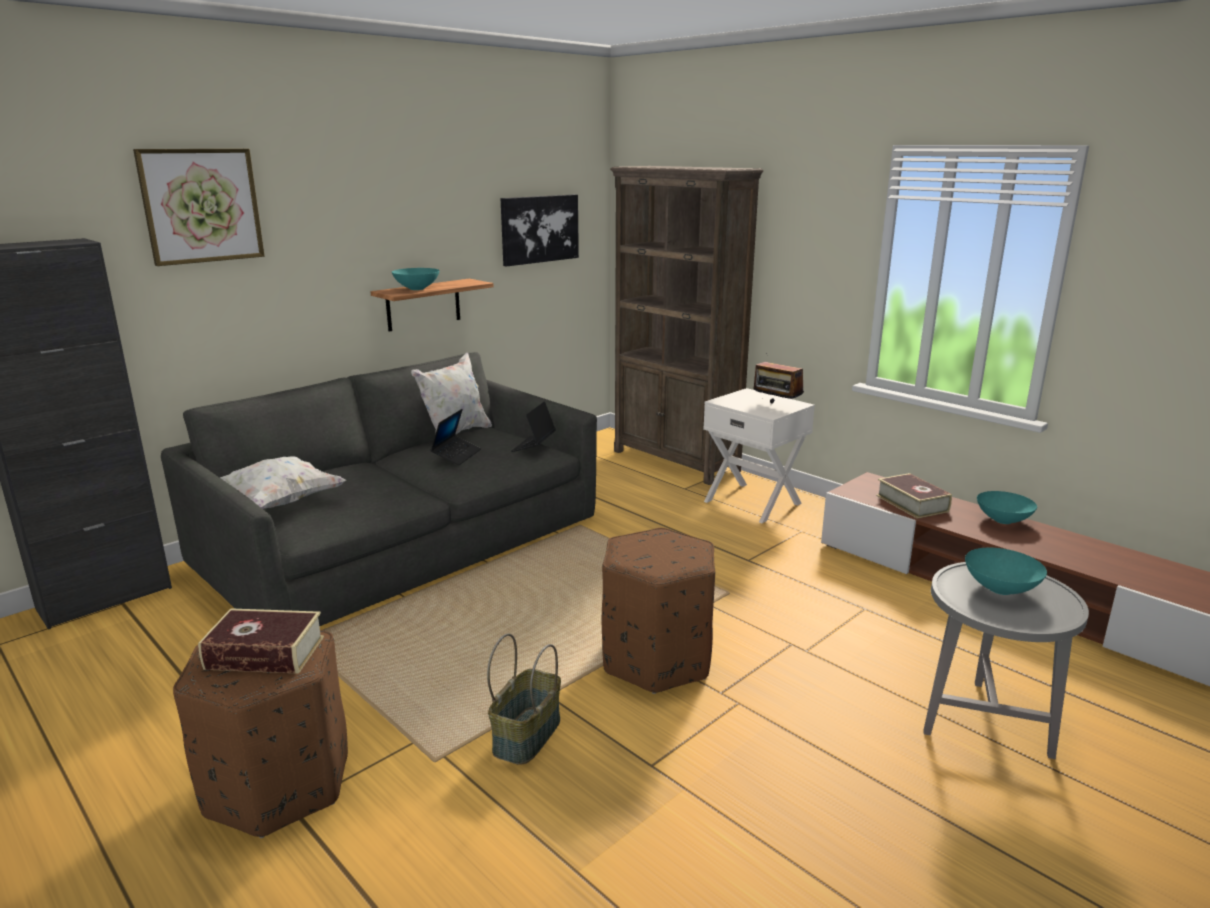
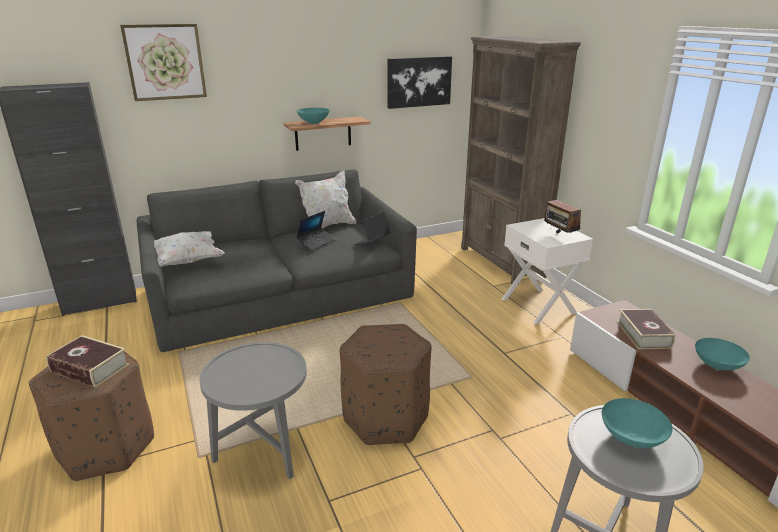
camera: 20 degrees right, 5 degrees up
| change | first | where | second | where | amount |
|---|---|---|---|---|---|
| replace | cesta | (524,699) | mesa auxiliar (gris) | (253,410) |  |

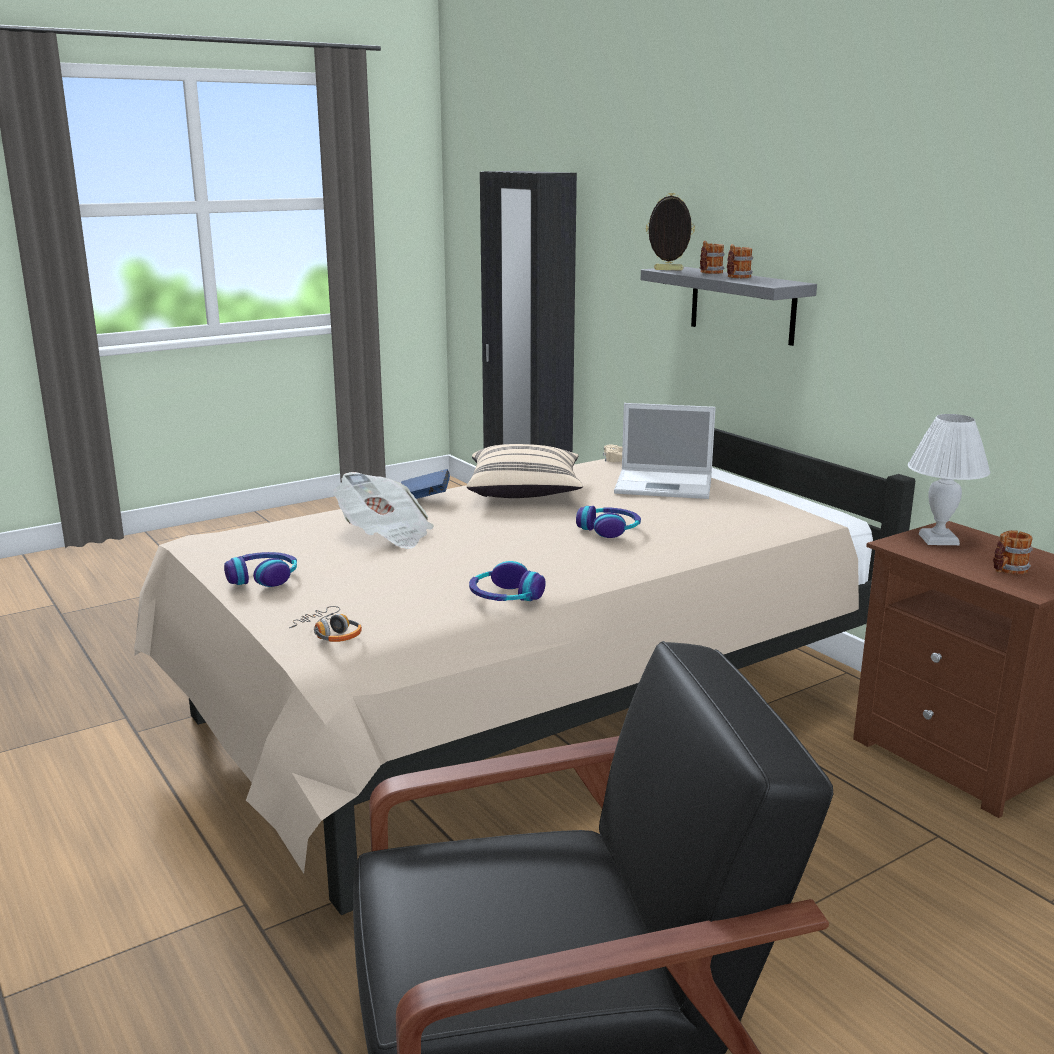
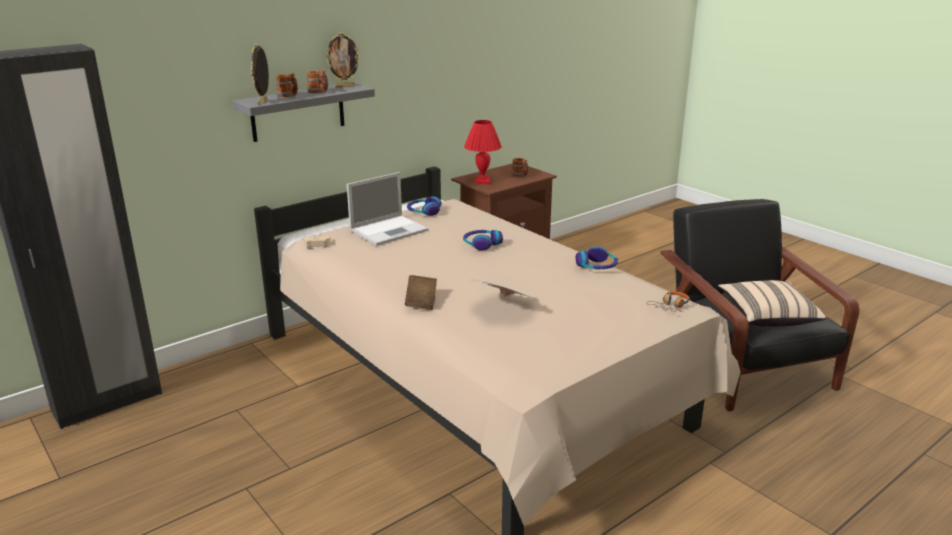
camera: 95 degrees left, 5 degrees up
| change | first | where | second | where | amount |
|---|---|---|---|---|---|
| move | auriculares | (260,569) |  | (424,206) |  |
| recolor | libro (azul) | (425,484) | libro (marrón) | (421,292) |  |
| move | cojín (beis) | (525,471) |  | (772,303) |  |
| rotate | portátil | (665,451) |  | (387,209) | 45 degrees clockwise |
| recolor | lámpara de mesa (blanco) | (949,479) | lámpara de mesa (rojo) | (483,152) |  |
| insert |  |  | portarretratos | (343,59) |  |

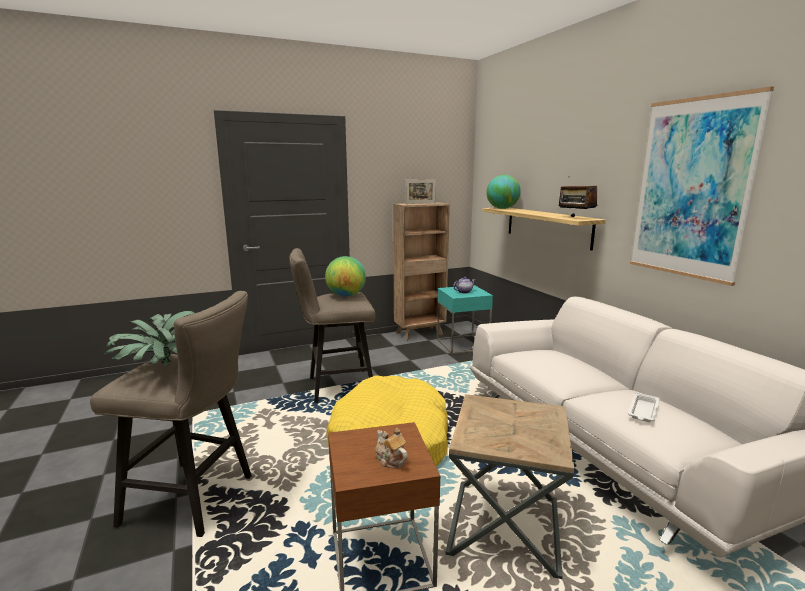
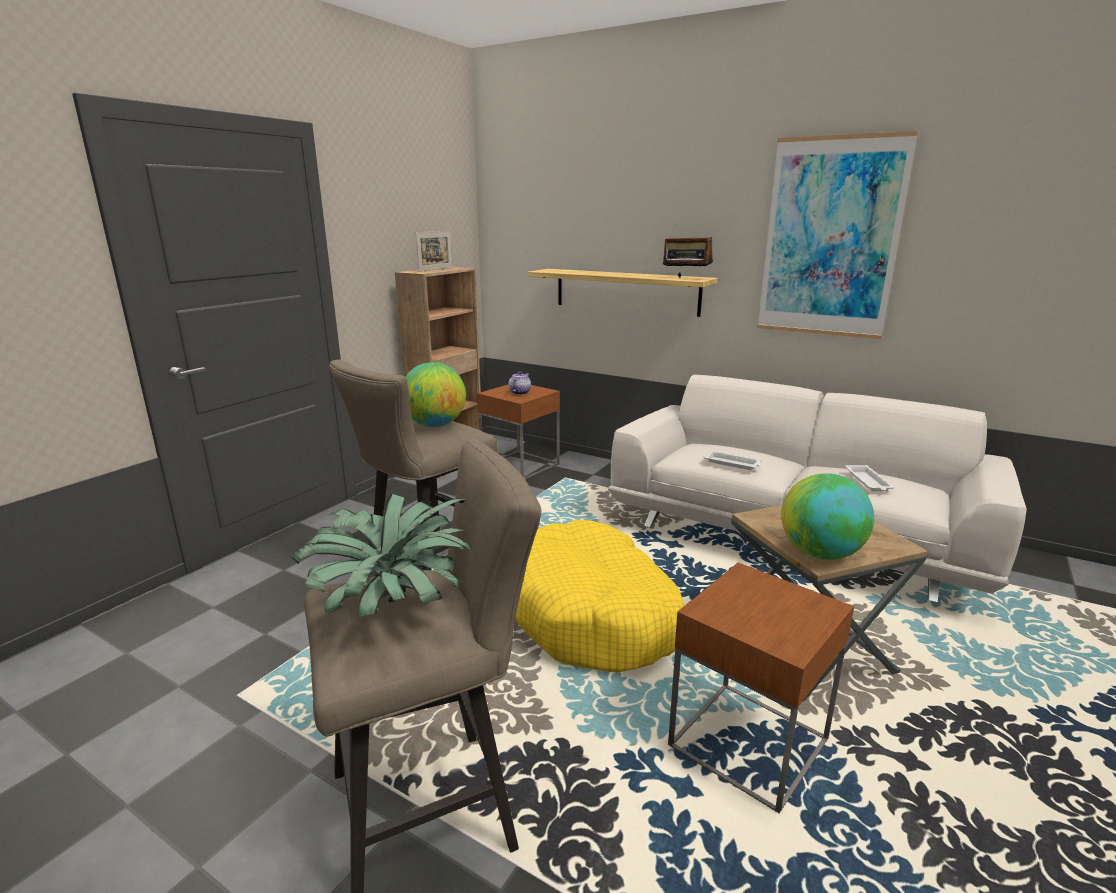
camera: 35 degrees left, 5 degrees up
| change | first | where | second | where | amount |
|---|---|---|---|---|---|
| delete | tetera | (391,448) |  |  |  |
| recolor | mesa auxiliar (turquesa) | (465,319) | mesa auxiliar (marrón) | (518,432) |  |
| move | globo terráqueo | (503,192) |  | (827,516) |  |
| insert |  |  | bandeja (blanco) | (732,460) |  |

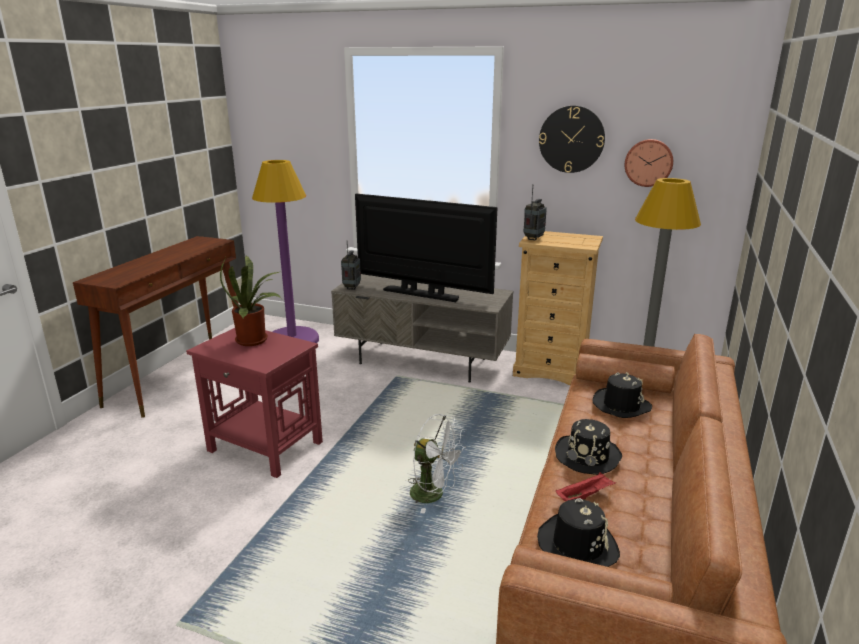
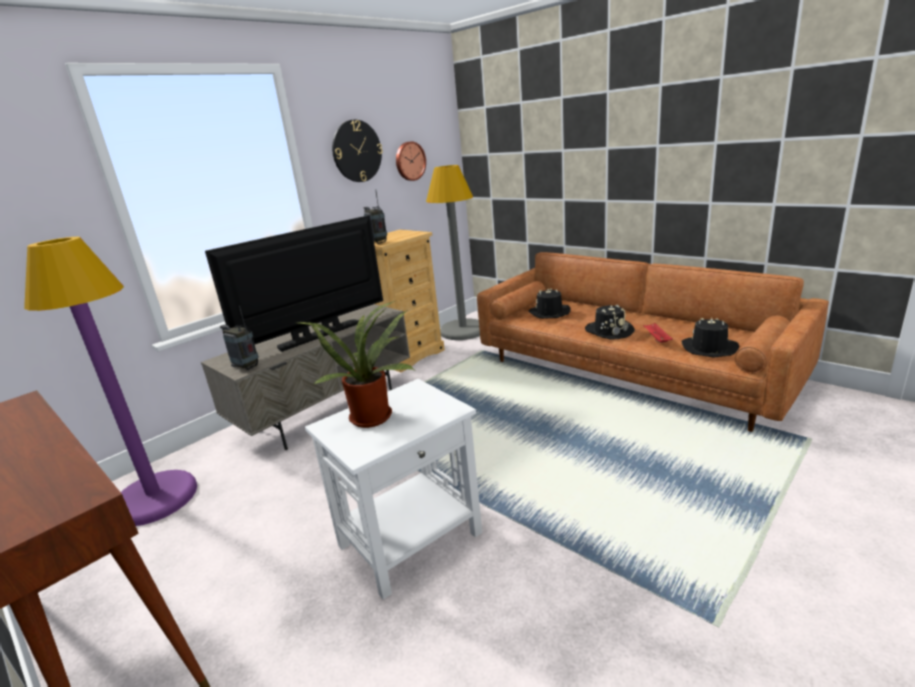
camera: 65 degrees left, 0 degrees up
| change | first | where | second | where | amount |
|---|---|---|---|---|---|
| recolor | mesa auxiliar (rojo) | (254,403) | mesa auxiliar (blanco) | (393,489) |  |
| delete | ventilador (blanco) | (437,464) |  |  |  |

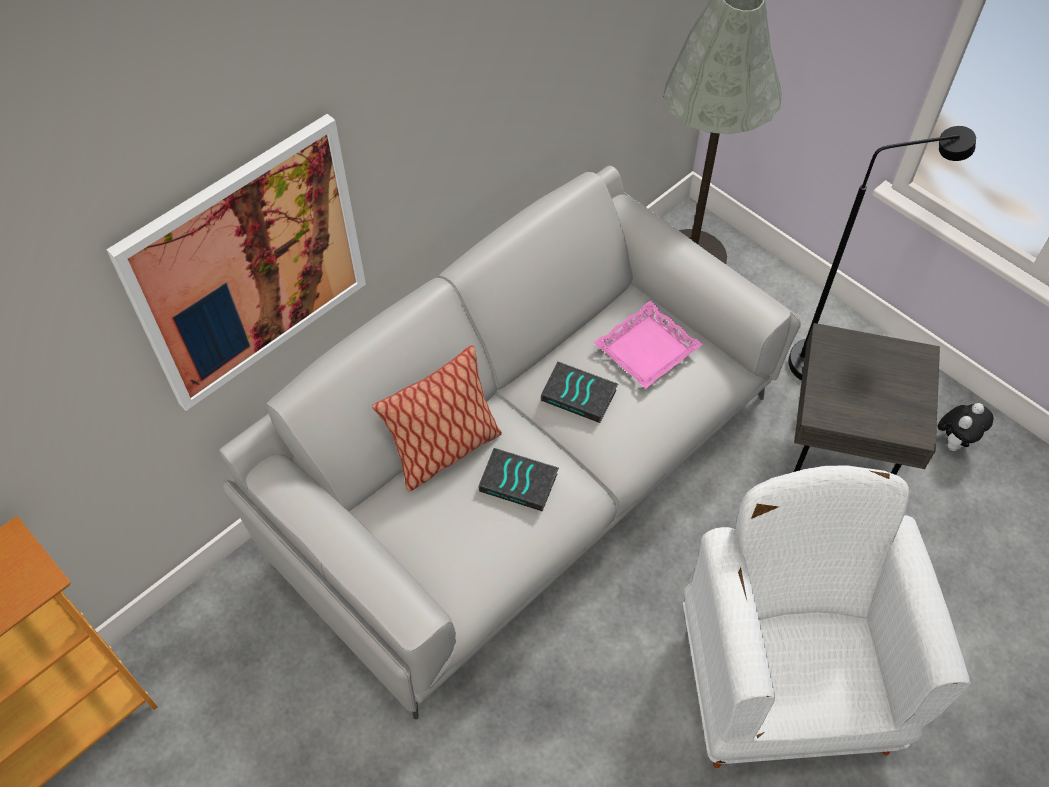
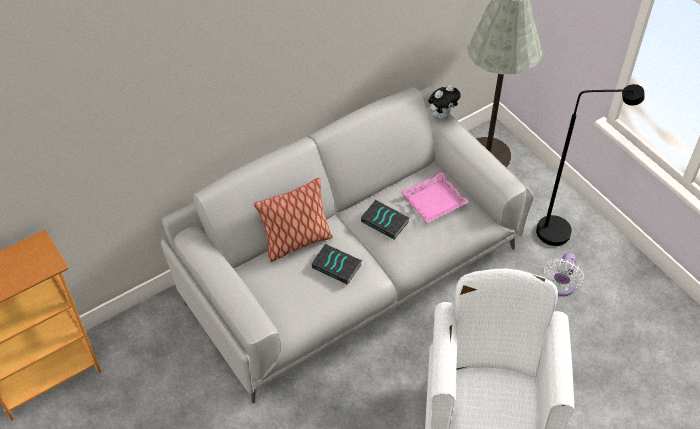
camera: 10 degrees right, 5 degrees down
| change | first | where | second | where | amount |
|---|---|---|---|---|---|
| delete | cuadro | (236,262) |  |  |  |
| replace | mesa auxiliar (gris) | (867,399) | ventilador (blanco) | (564,274) |  |
| move | peluche | (966,427) |  | (444,101) |  |

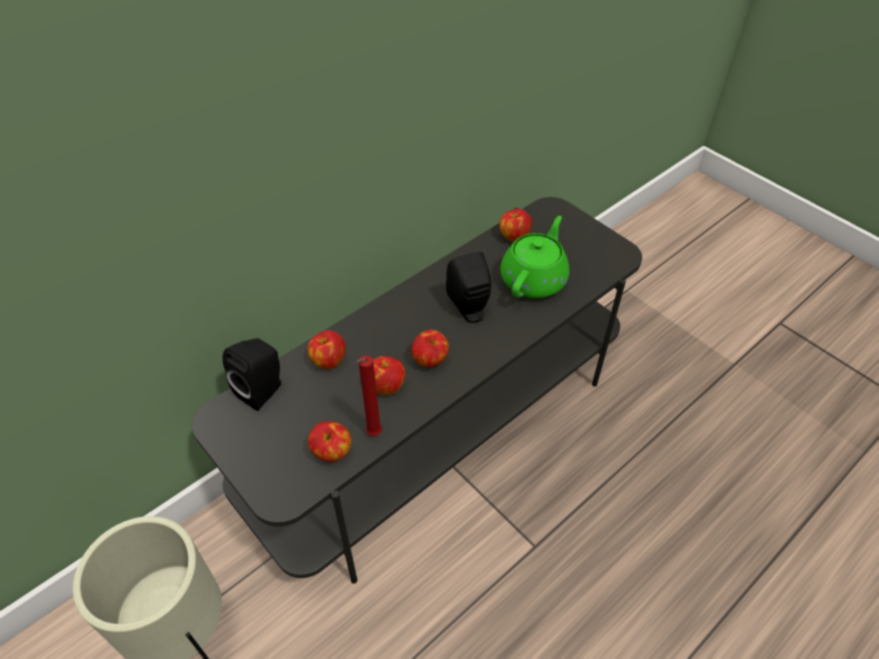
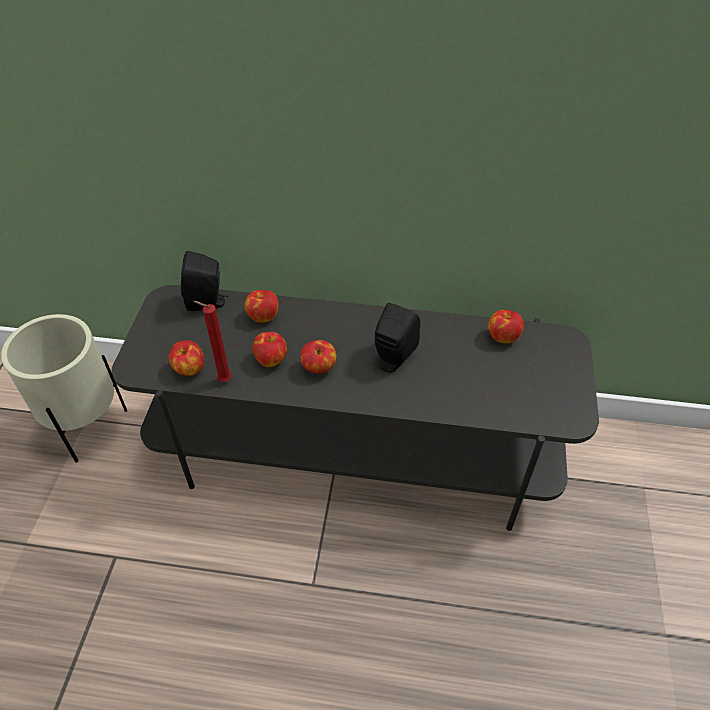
camera: 50 degrees right, 0 degrees up
| change | first | where | second | where | amount |
|---|---|---|---|---|---|
| delete | tetera (verde) | (534,257) |  |  |  |

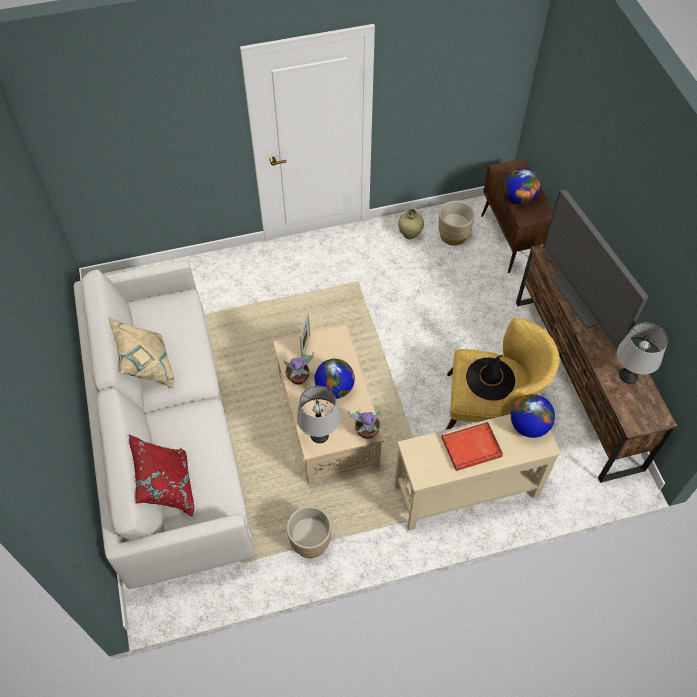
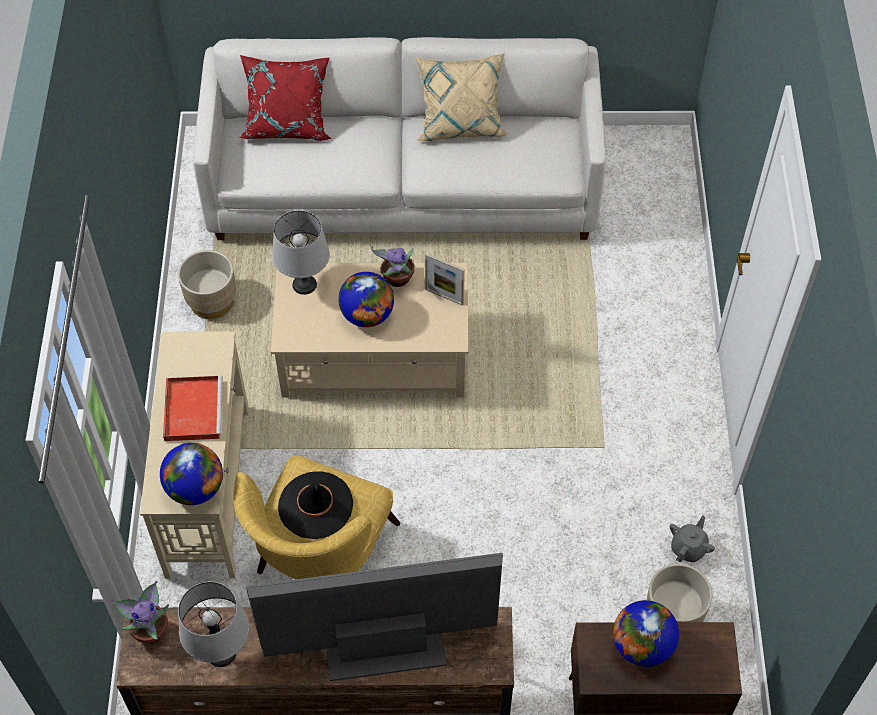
camera: 105 degrees right, 0 degrees up
| change | first | where | second | where | amount |
|---|---|---|---|---|---|
| move | planta en maceta | (364,425) |  | (140,612) |  |
| replace | florero (beis) | (411,224) | tetera (gris) | (692,538) |  |

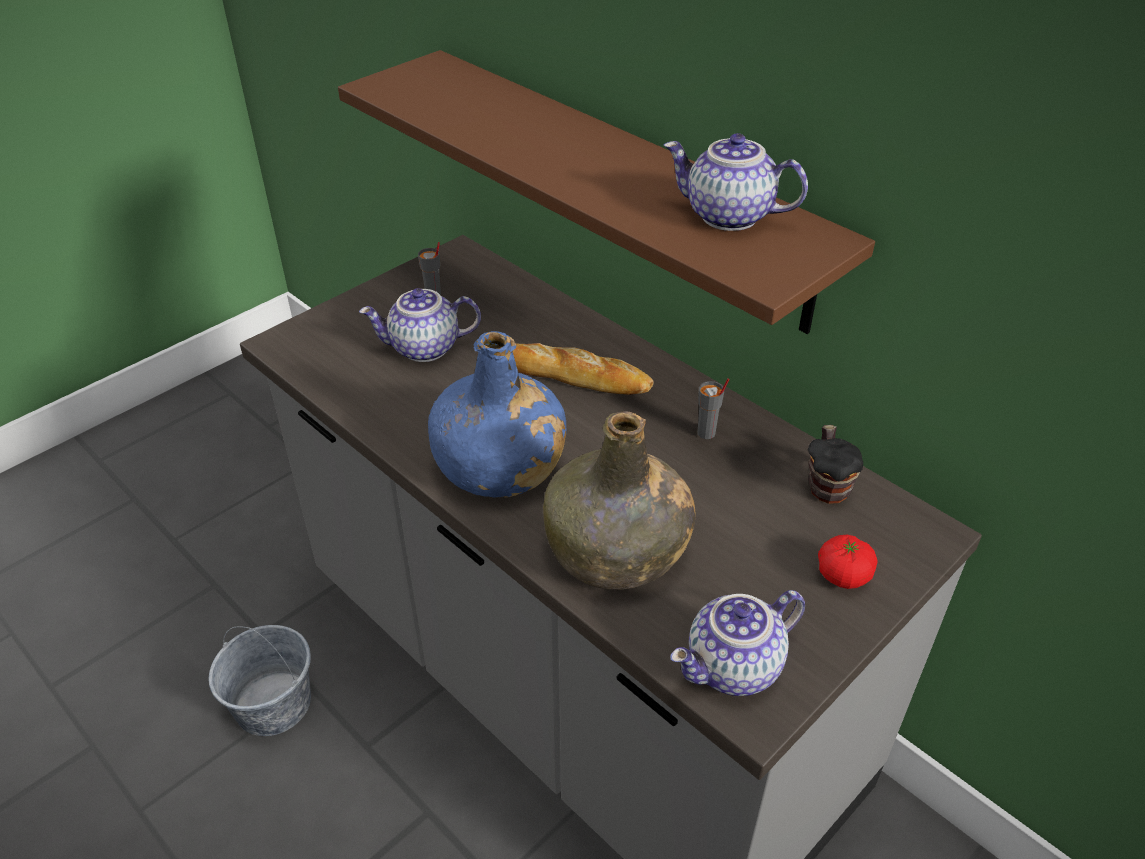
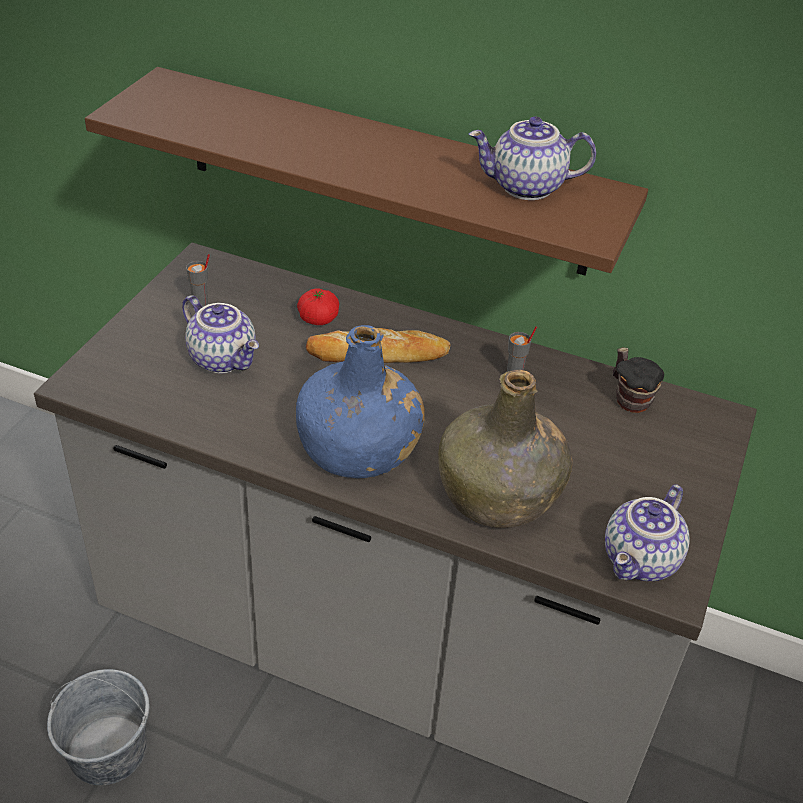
camera: 25 degrees left, 0 degrees up
| change | first | where | second | where | amount |
|---|---|---|---|---|---|
| rotate | tetera | (420,325) |  | (220,334) | 105 degrees counterclockwise |
| move | tomate | (847,562) |  | (318,306) |  |

